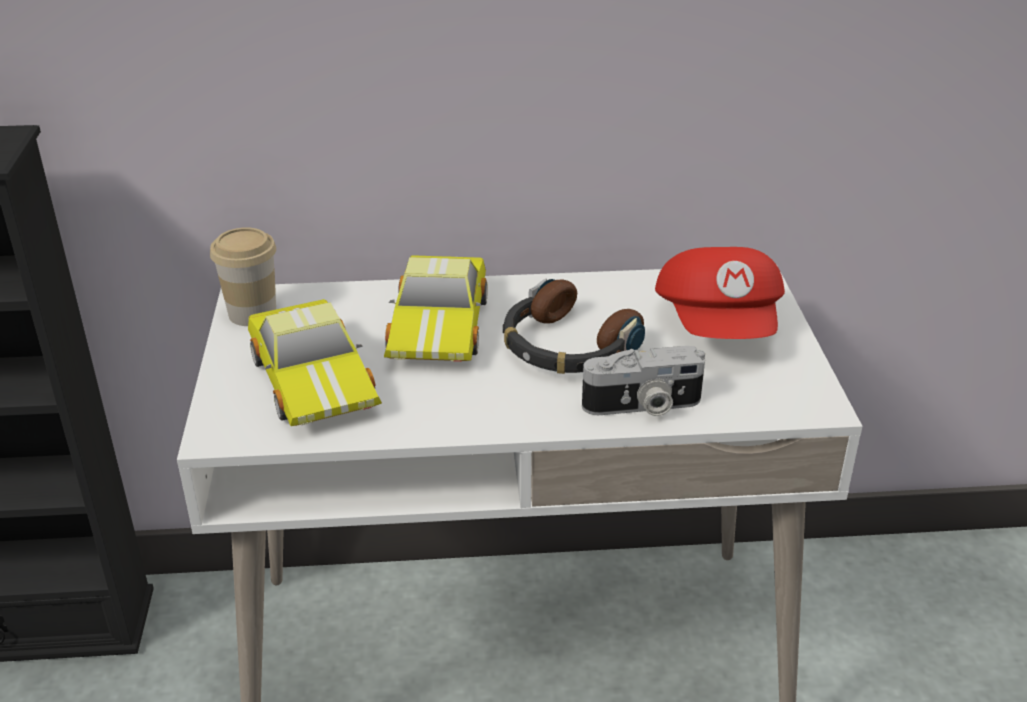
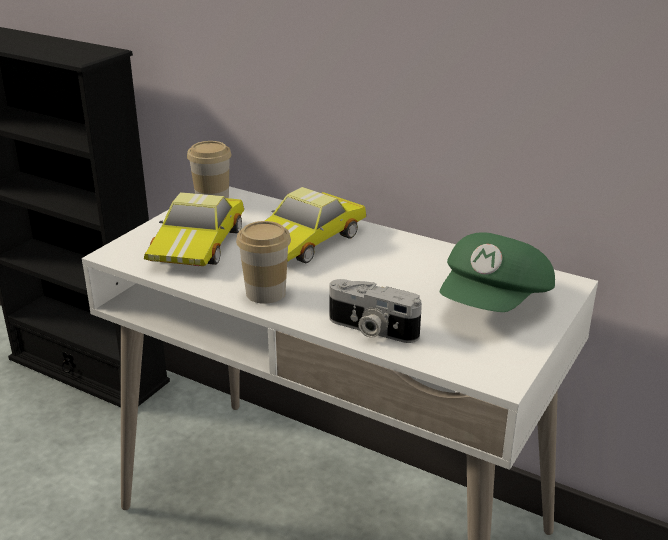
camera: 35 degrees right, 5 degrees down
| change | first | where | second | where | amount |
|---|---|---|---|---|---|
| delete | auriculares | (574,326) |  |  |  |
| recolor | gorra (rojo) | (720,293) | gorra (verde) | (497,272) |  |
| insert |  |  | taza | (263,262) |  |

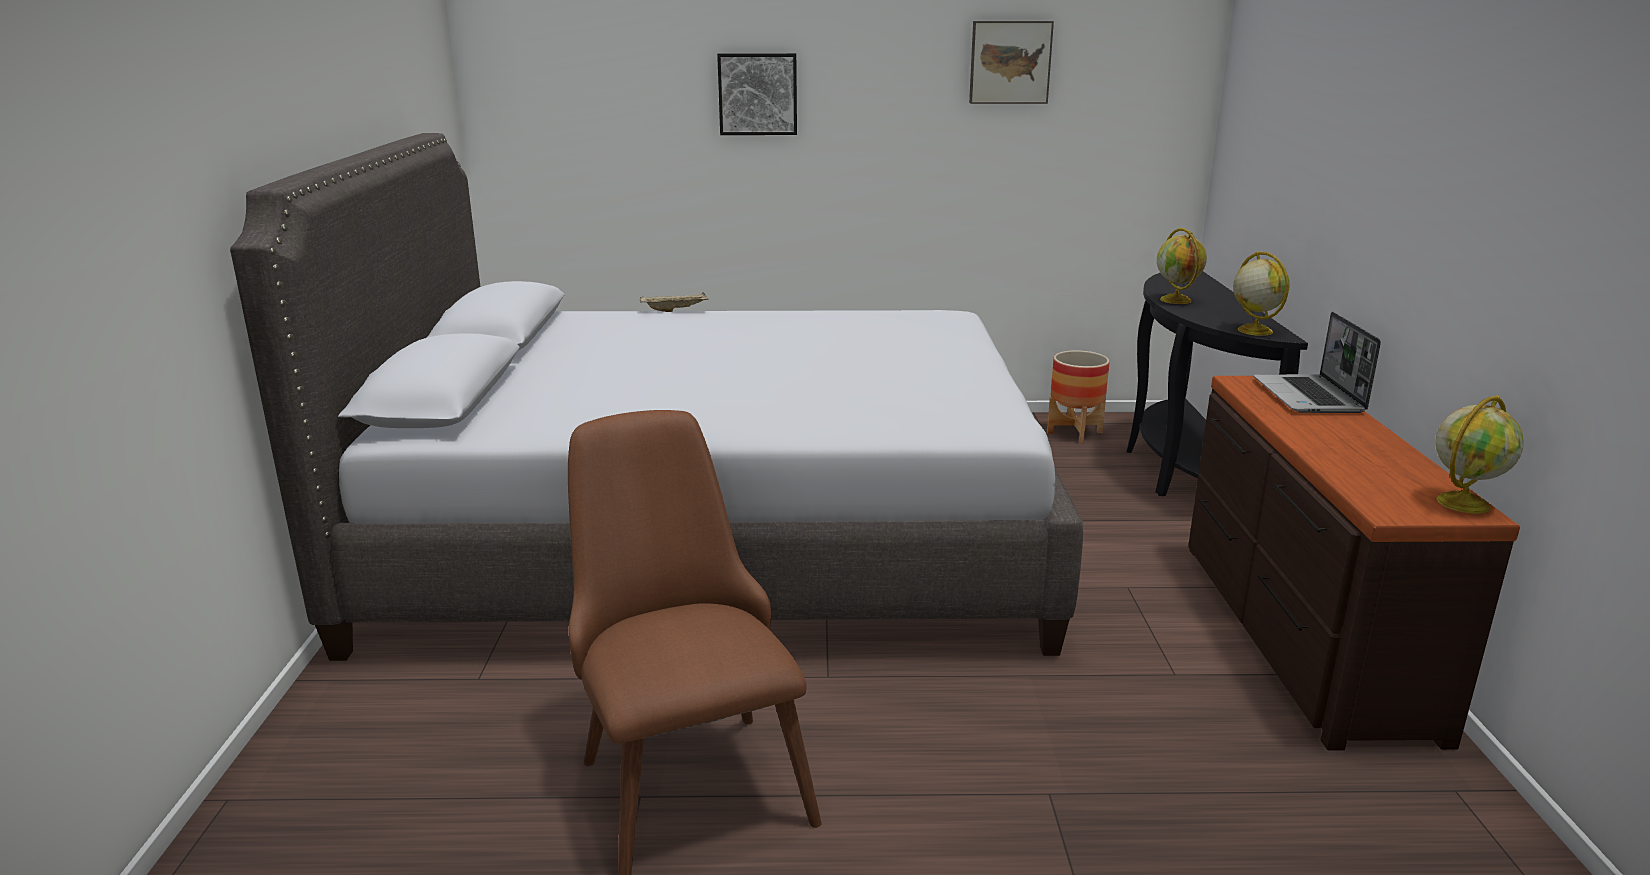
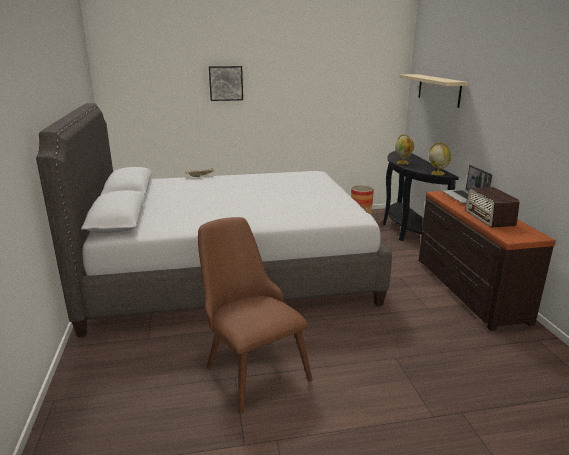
camera: 10 degrees left, 0 degrees up
| change | first | where | second | where | amount |
|---|---|---|---|---|---|
| delete | cuadro | (1011,62) |  |  |  |
| delete | globo terráqueo | (1480,454) |  |  |  |
| insert |  |  | estante (beis) | (433,91) |  |
| insert |  |  | radio | (492,207) |  |

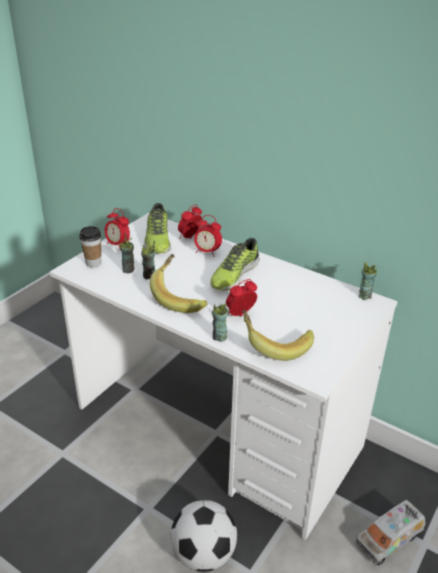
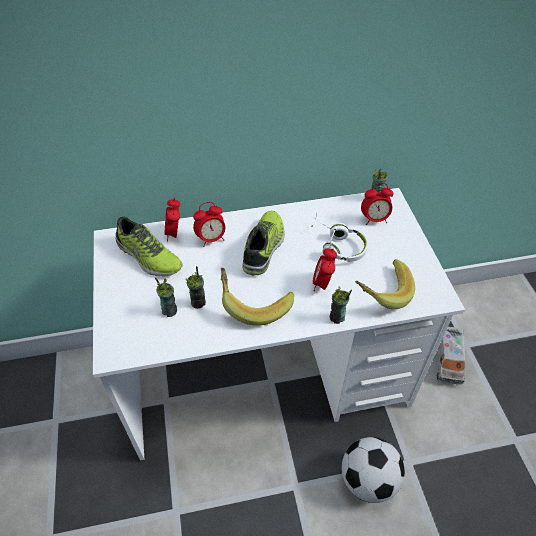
camera: 45 degrees left, 15 degrees up
| change | first | where | second | where | amount |
|---|---|---|---|---|---|
| delete | taza | (90,246) |  |  |  |
| move | despertador | (117,229) |  | (377,204) |  |
| rotate | zapato | (234,264) |  | (263,243) | 150 degrees counterclockwise |
| insert |  |  | auriculares (blanco) | (339,237) |  |

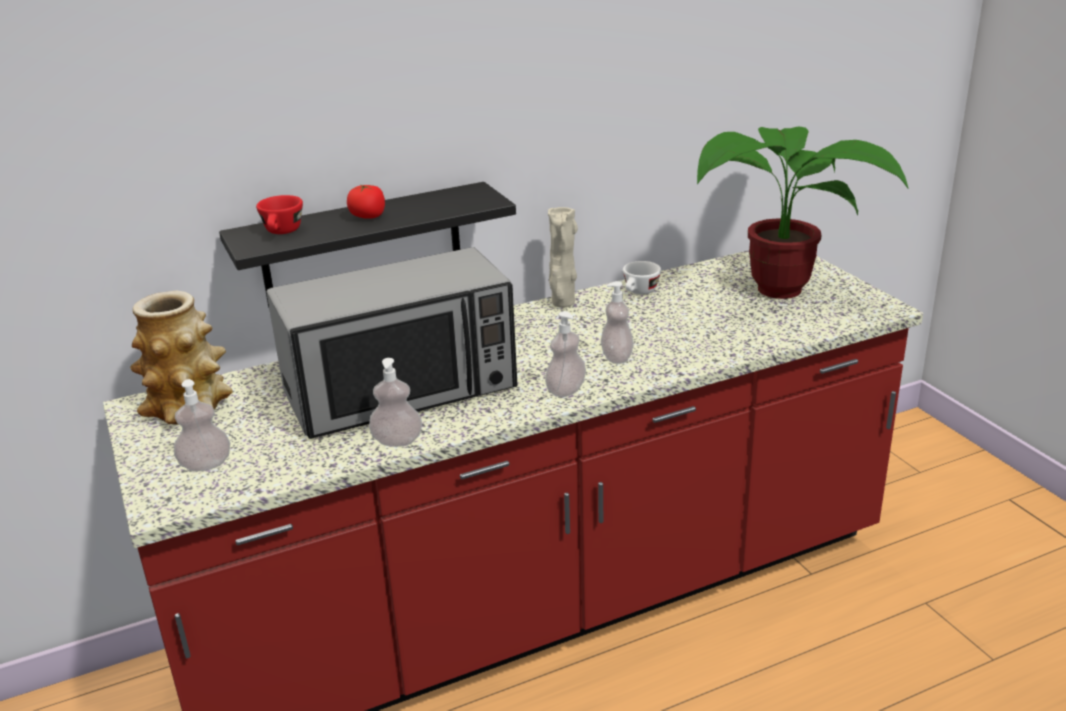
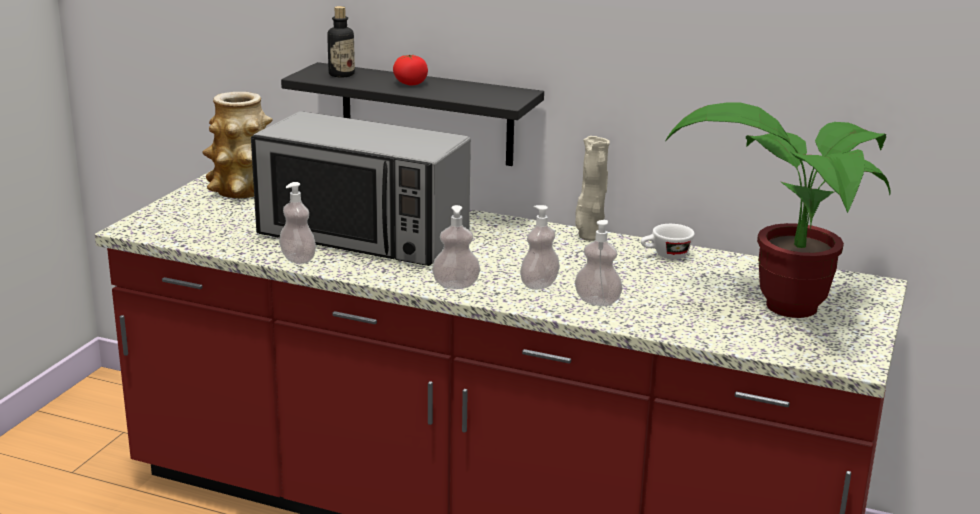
camera: 45 degrees right, 5 degrees down
| change | first | where | second | where | amount |
|---|---|---|---|---|---|
| move | dispensador de jabón | (202,425) |  | (599,263) |  |
| replace | taza (rojo) | (279,214) | botella | (341,41) |  |

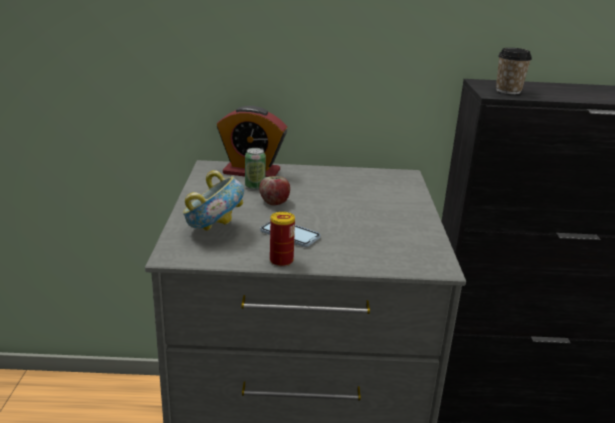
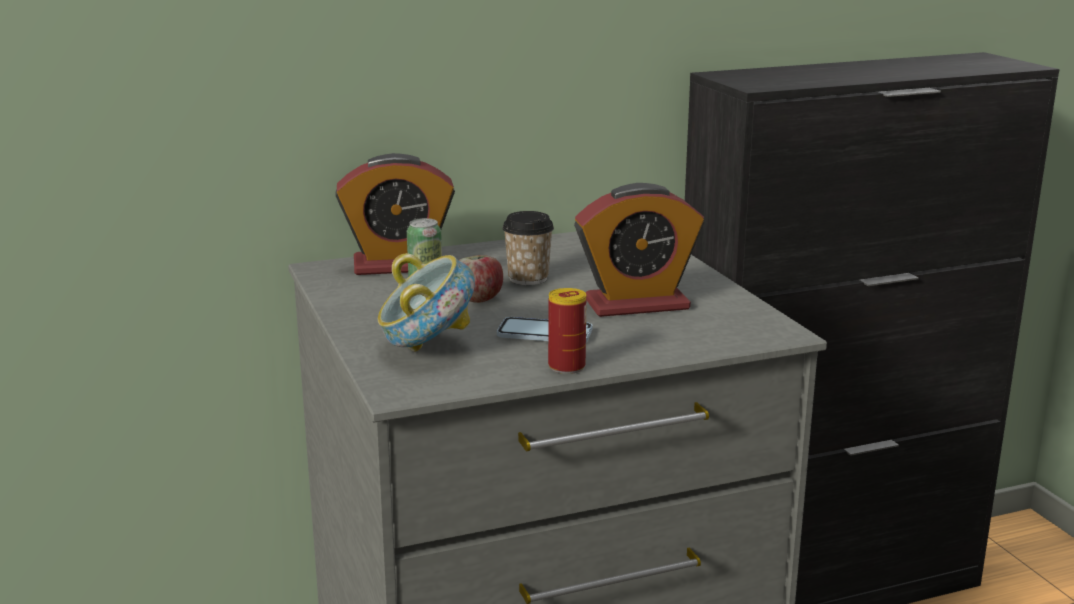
camera: 20 degrees left, 5 degrees down
| change | first | where | second | where | amount |
|---|---|---|---|---|---|
| move | taza | (514,71) |  | (528,248) |  |
| insert |  |  | despertador | (639,250) |  |

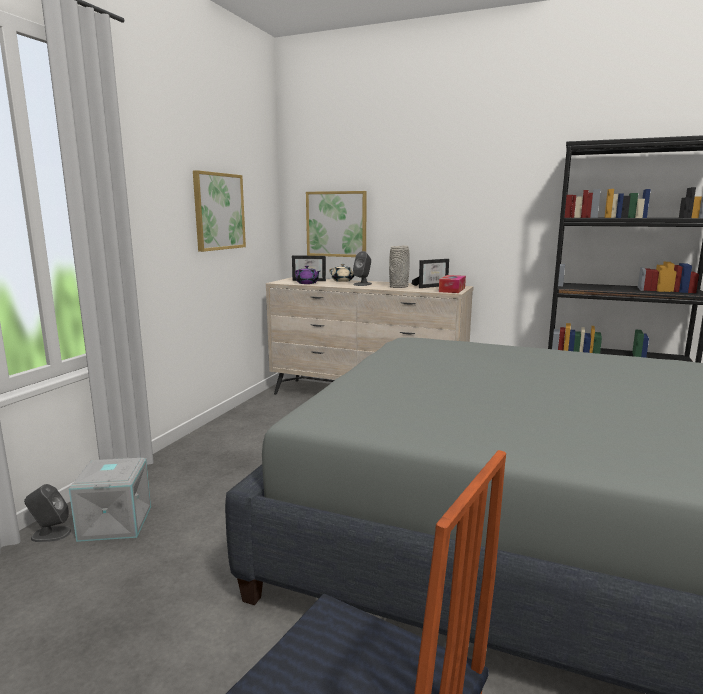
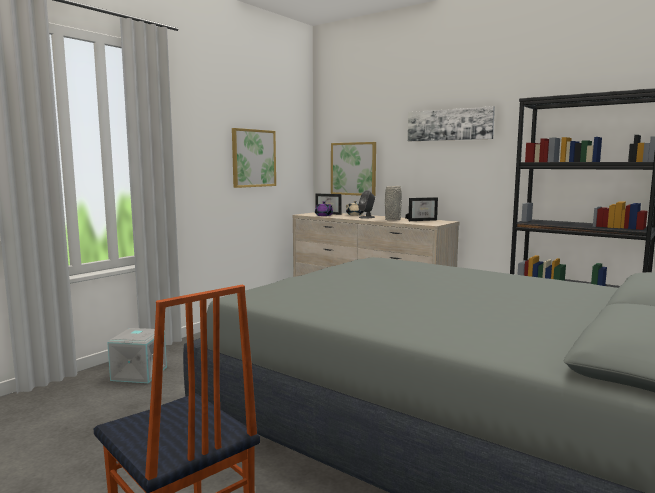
camera: 15 degrees right, 5 degrees down
| change | first | where | second | where | amount |
|---|---|---|---|---|---|
| delete | altavoz (gris) | (47,513) |  |  |  |
| delete | caja de pañuelos | (452,284) |  |  |  |
| insert |  |  | cuadro | (451,123) |  |

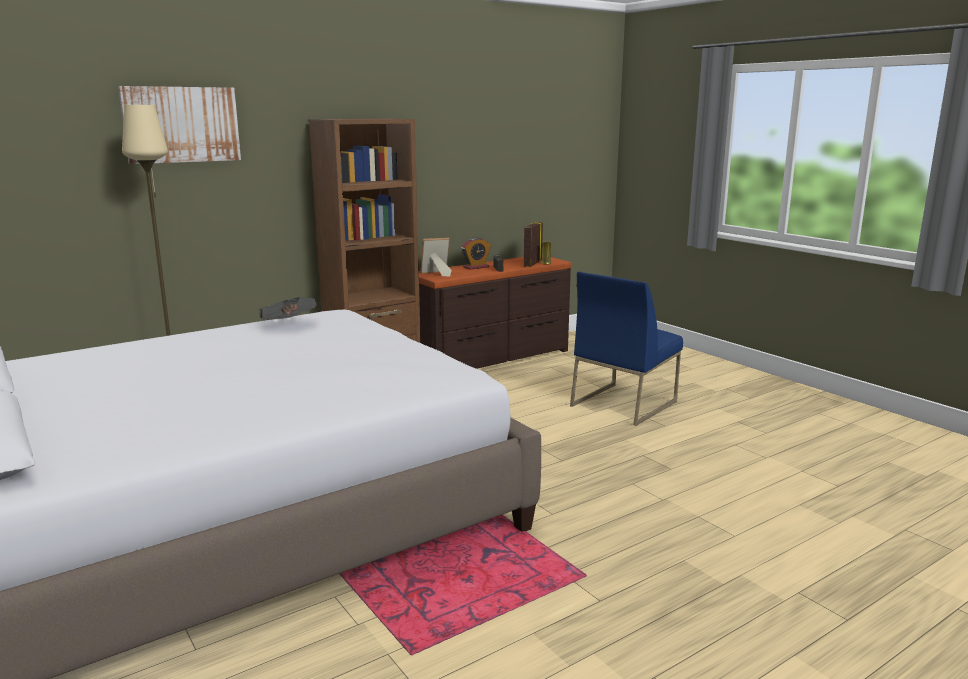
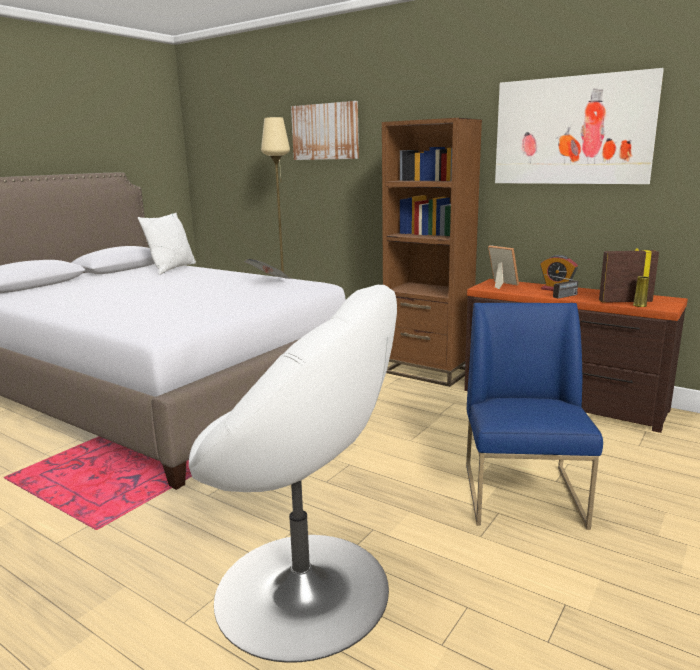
camera: 70 degrees right, 0 degrees up
| change | first | where | second | where | amount |
|---|---|---|---|---|---|
| rotate | silla (azul) | (626,349) |  | (534,416) | 75 degrees clockwise |
| insert |  |  | cojín (blanco) | (167,243) |  |
| insert |  |  | sillón (blanco) | (293,474) |  |
| insert |  |  | cuadro | (579,126) |  |

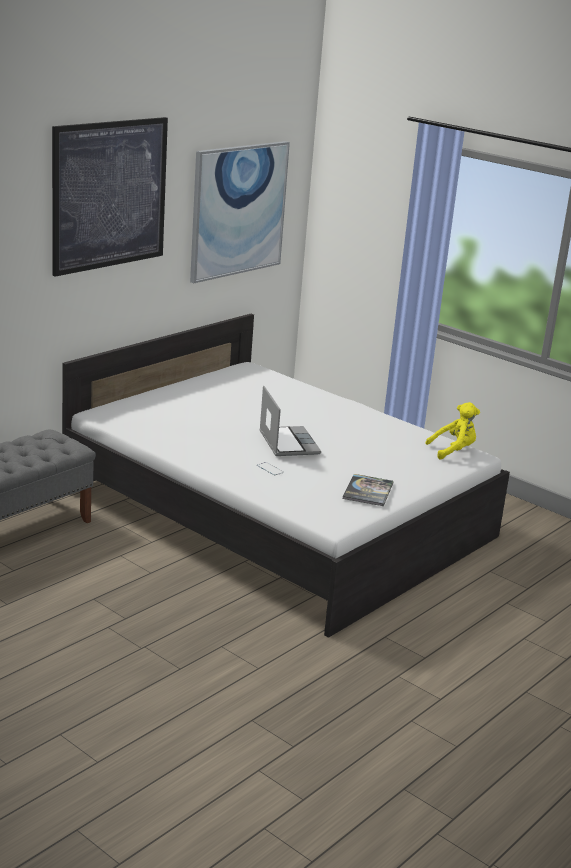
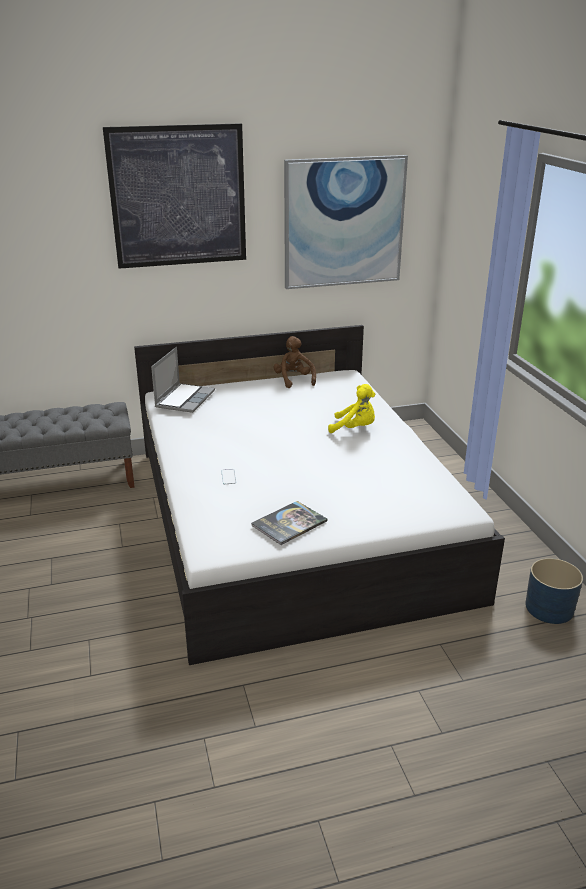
camera: 35 degrees right, 5 degrees up
| change | first | where | second | where | amount |
|---|---|---|---|---|---|
| move | portátil | (290,421) |  | (183,380) |  |
| move | peluche (amarillo) | (452,431) |  | (351,408) |  |
| insert |  |  | peluche (marrón) | (294,362) |  |
| insert |  |  | maceta (azul) | (554,591) |  |

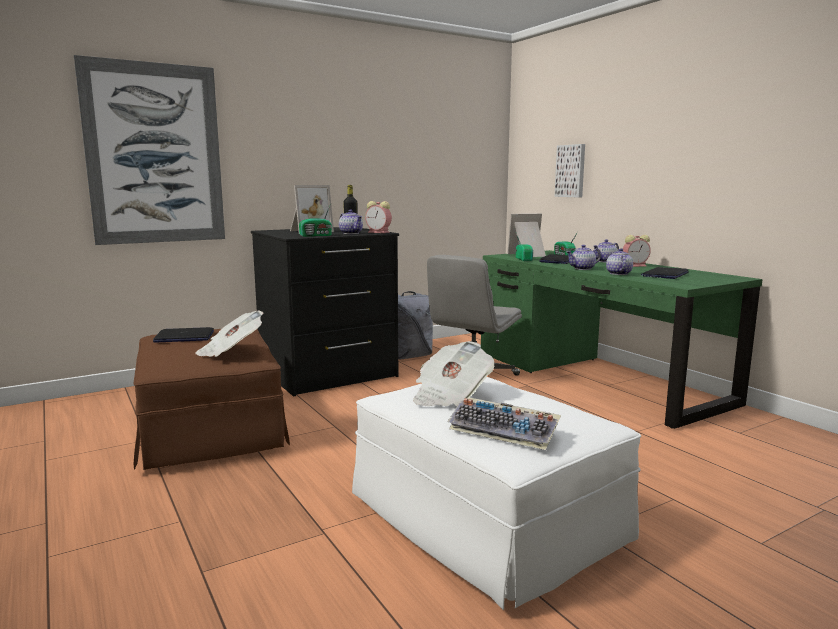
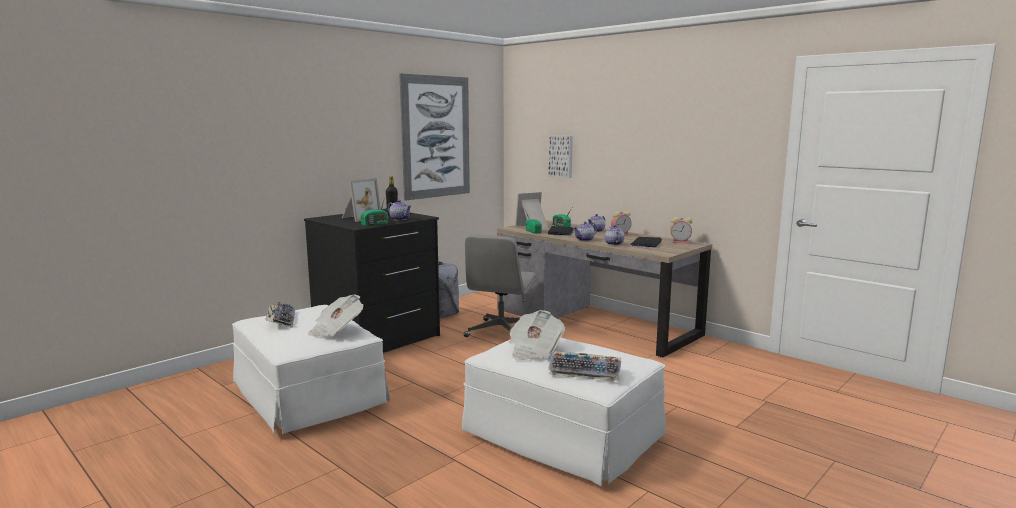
camera: 15 degrees left, 0 degrees up
| change | first | where | second | where | amount |
|---|---|---|---|---|---|
| move | cuadro | (149,150) |  | (434,137) |  |
| recolor | puf (marrón) | (212,399) | puf (blanco) | (311,369) |  |
| replace | portátil | (183,335) | teclado | (280,315) |  |
| move | despertador | (378,217) |  | (681,230) |  |
| recolor | escritorio (verde) | (622,339) | escritorio (marrón) | (604,289) |  |

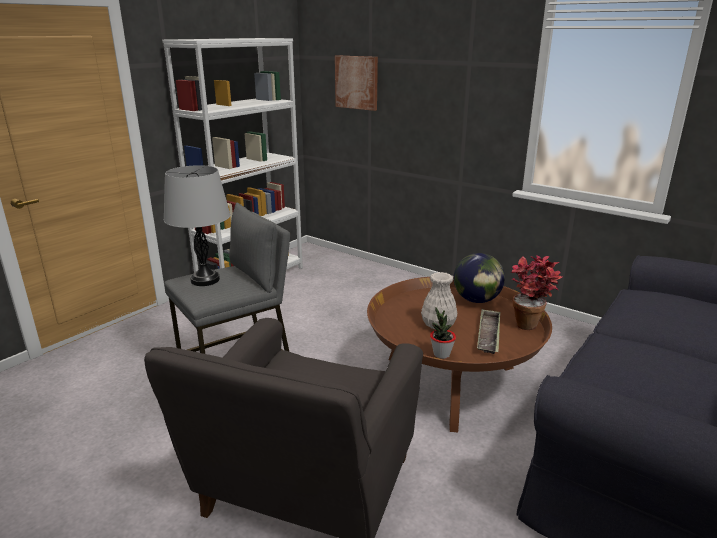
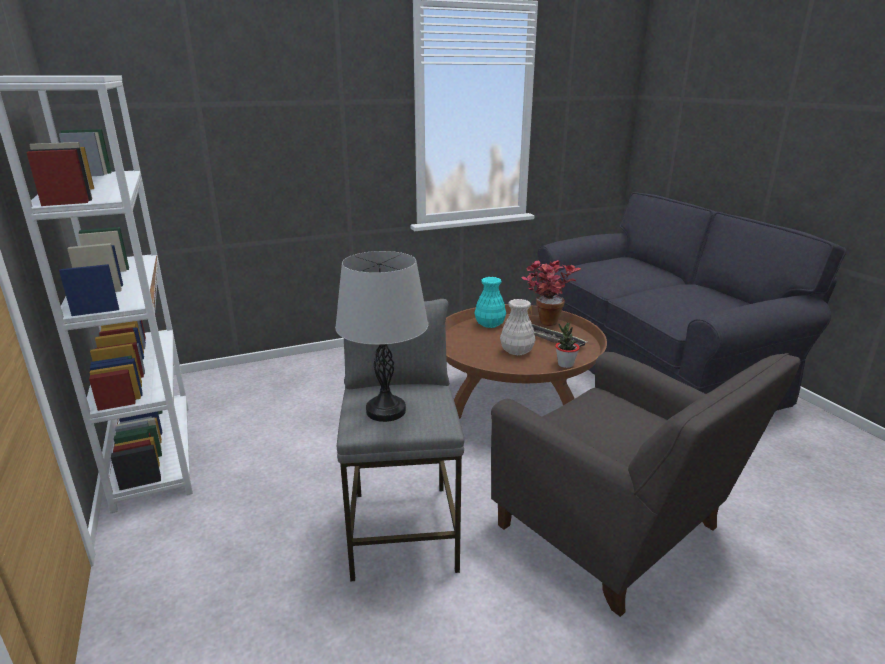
camera: 60 degrees left, 0 degrees up
| change | first | where | second | where | amount |
|---|---|---|---|---|---|
| delete | cuadro | (356,83) |  |  |  |
| replace | globo terráqueo | (479,278) | florero (turquesa) | (490,302) |  |

